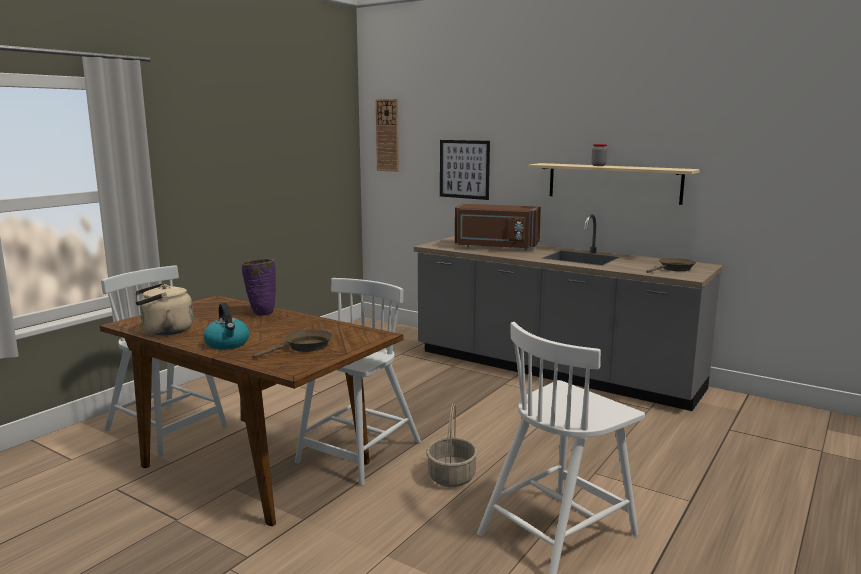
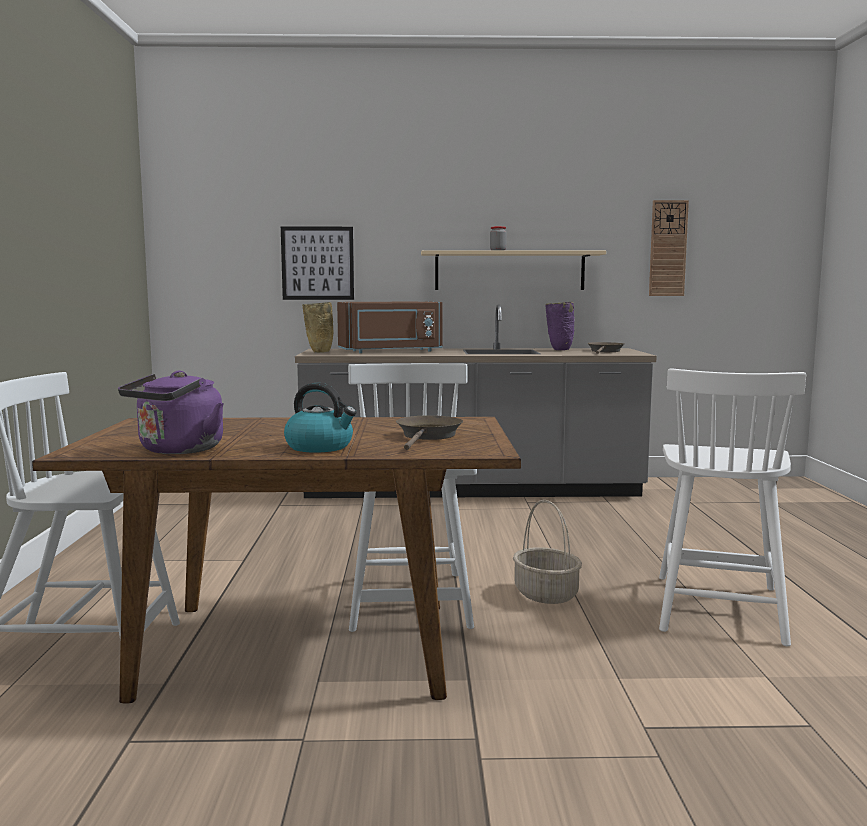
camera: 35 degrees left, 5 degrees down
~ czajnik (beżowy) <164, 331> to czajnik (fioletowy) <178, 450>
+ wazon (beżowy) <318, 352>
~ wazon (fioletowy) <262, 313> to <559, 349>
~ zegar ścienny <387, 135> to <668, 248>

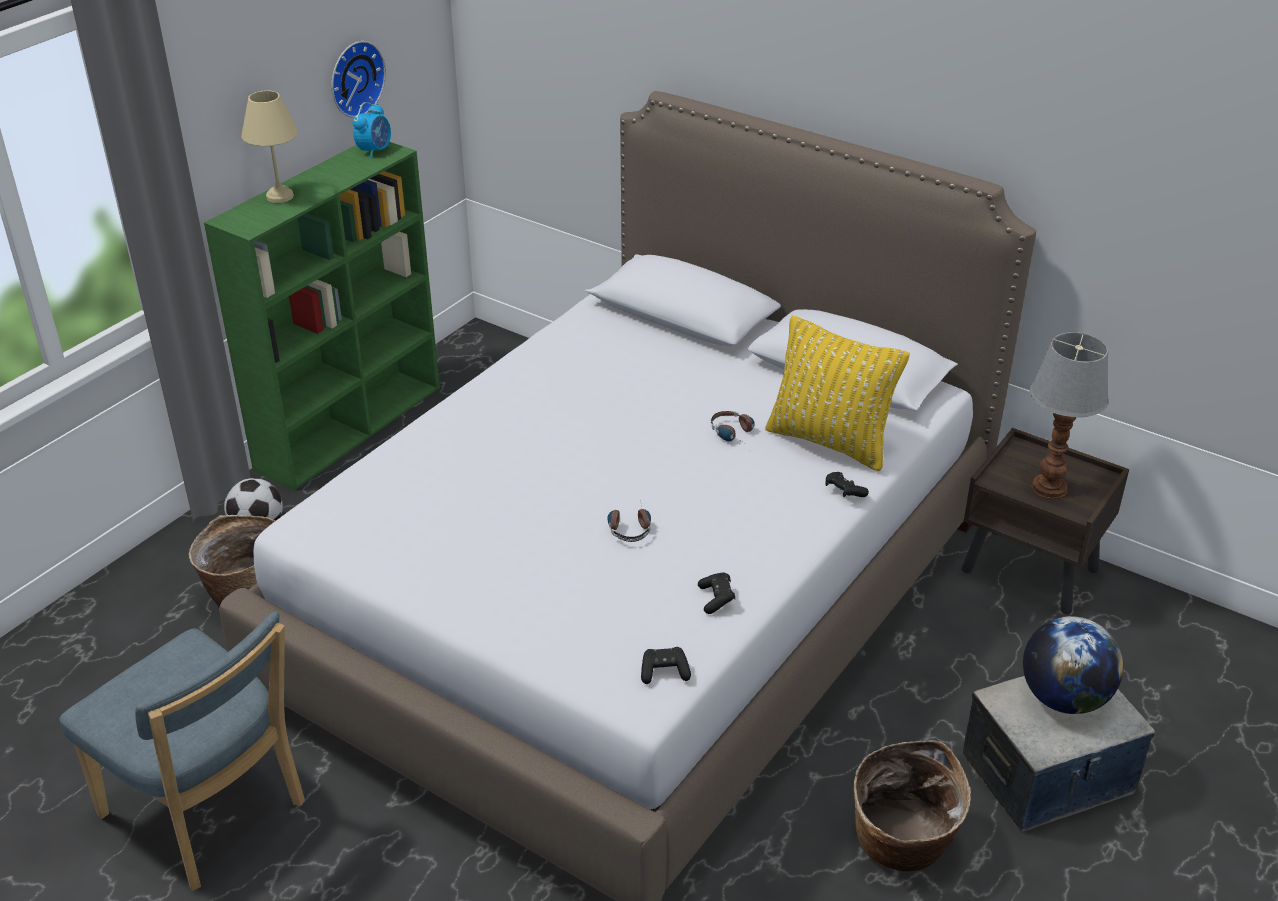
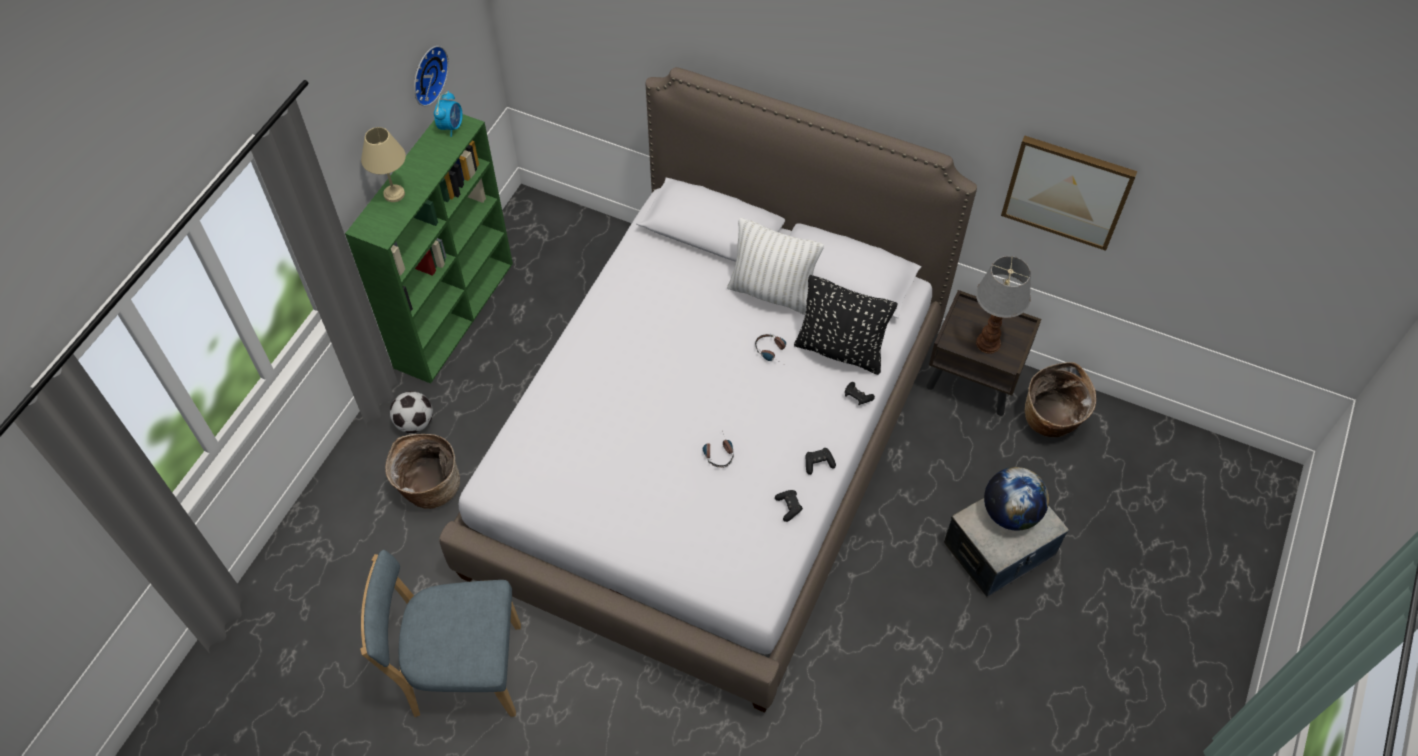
camera: 10 degrees left, 20 degrees up
~ krzesło (niebieski) <209, 814> = <461, 670> 150 degrees clockwise
+ poduszka (biały) <772, 293>
~ poduszka (żółty) <830, 442> to poduszka (czarny) <840, 350>
~ pad do gier (czarny) <664, 672> to <818, 463>
+ obraz <1067, 191>
~ koszyk <902, 846> to <1051, 421>

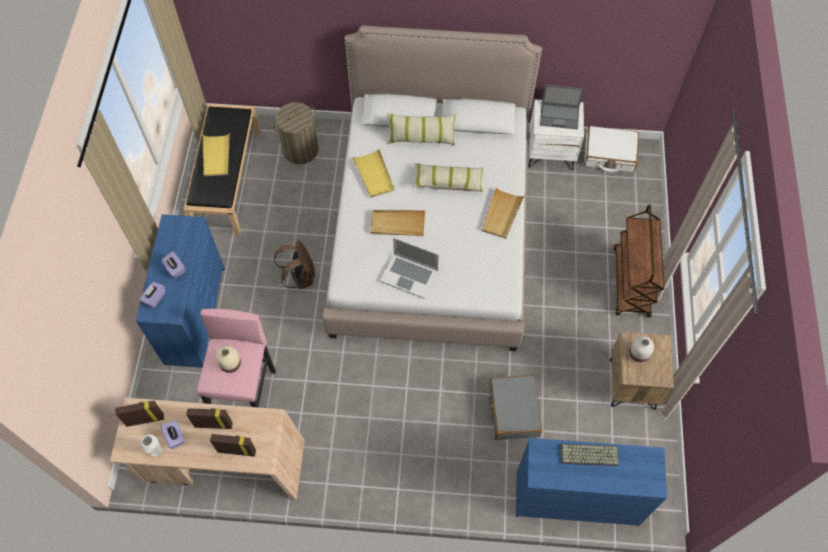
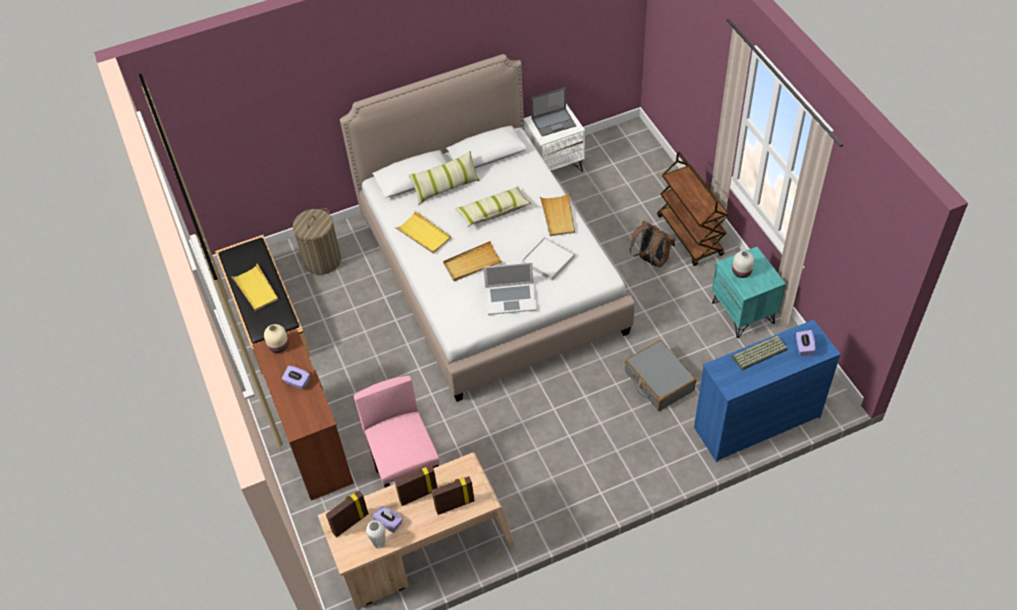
camera: 25 degrees left, 10 degrees down
~ komoda (niebieski) <196, 315> to komoda (brązowy) <314, 444>
~ wazon (beżowy) <230, 363> to <278, 346>
+ taca (biały) <548, 260>
~ plecak (brązowy) <300, 277> to <651, 260>
~ szafka nocna (brązowy) <632, 384> to szafka nocna (turkusowy) <743, 313>
~ pudełko chusteczek (fioletowy) <154, 298> to <803, 347>
- walizka (biały) <609, 155>

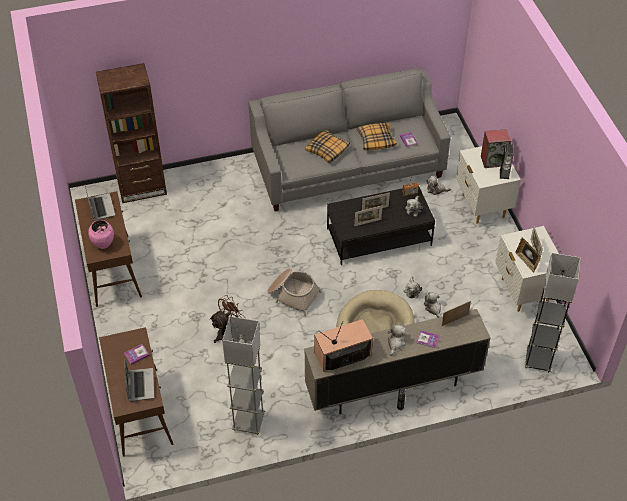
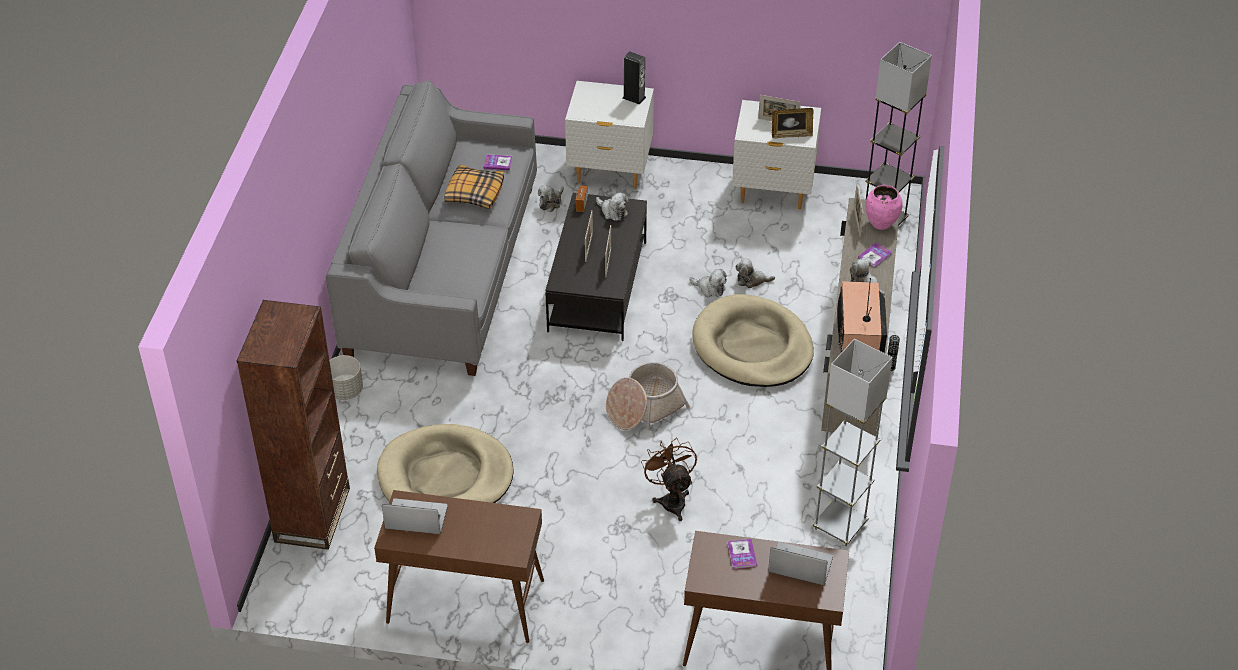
camera: 65 degrees left, 5 degrees down
+ donica (szary) <345, 390>
+ legowisko (beżowy) <445, 477>
~ wazon (różowy) <103, 244> to <880, 224>
- poduszka <327, 150>
- głośnik <493, 161>

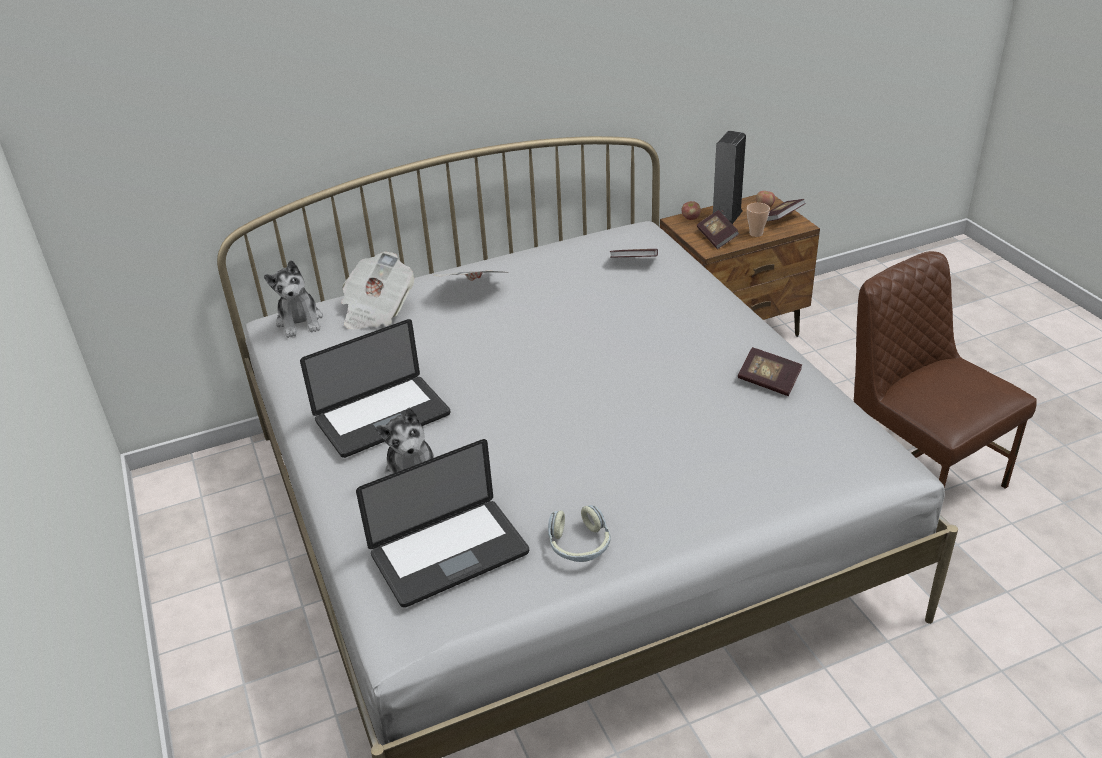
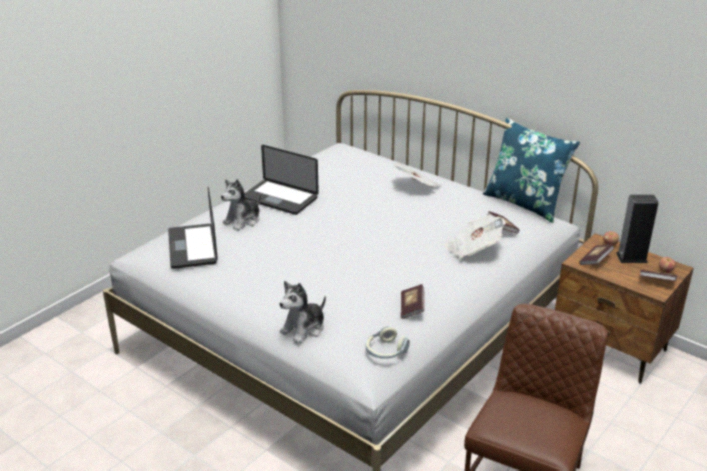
camera: 60 degrees right, 5 degrees down
~ laptop <449, 554> = <192, 247> 45 degrees clockwise
~ pluszak <300, 321> to <304, 329>
~ słuchawki <579, 545> to <385, 351>
~ gazeta <377, 310> to <473, 249>
+ poduszka (niebieski) <525, 203>
- filiżanka <756, 234>

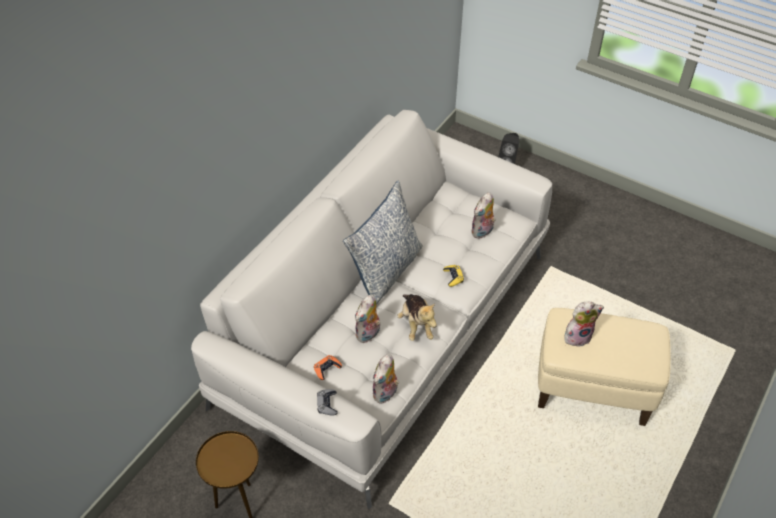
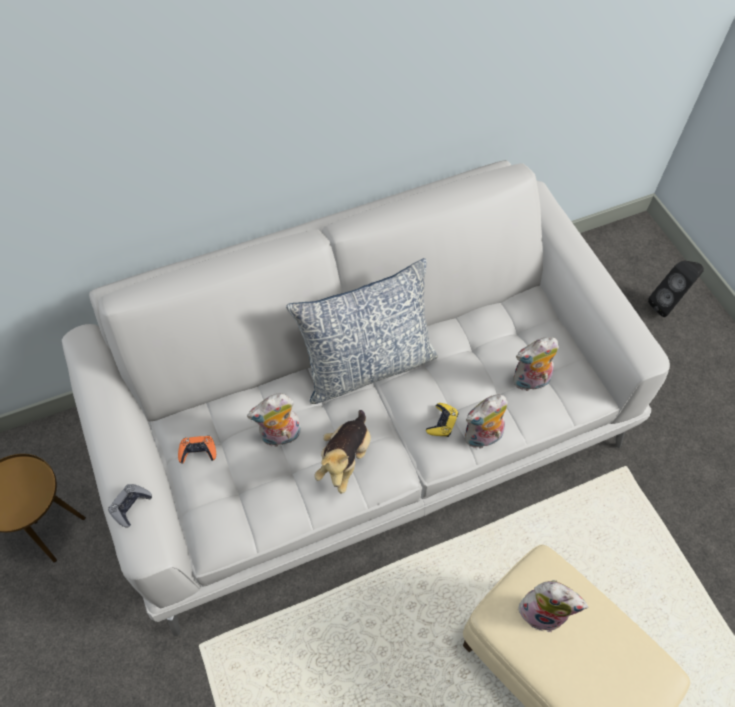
camera: 35 degrees right, 10 degrees up
~ pluszak <386, 394> to <483, 438>

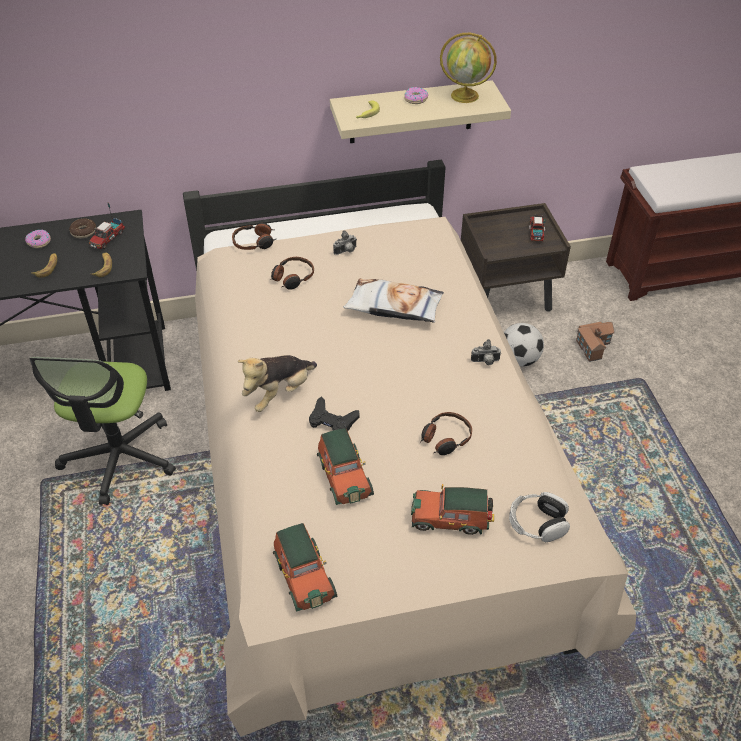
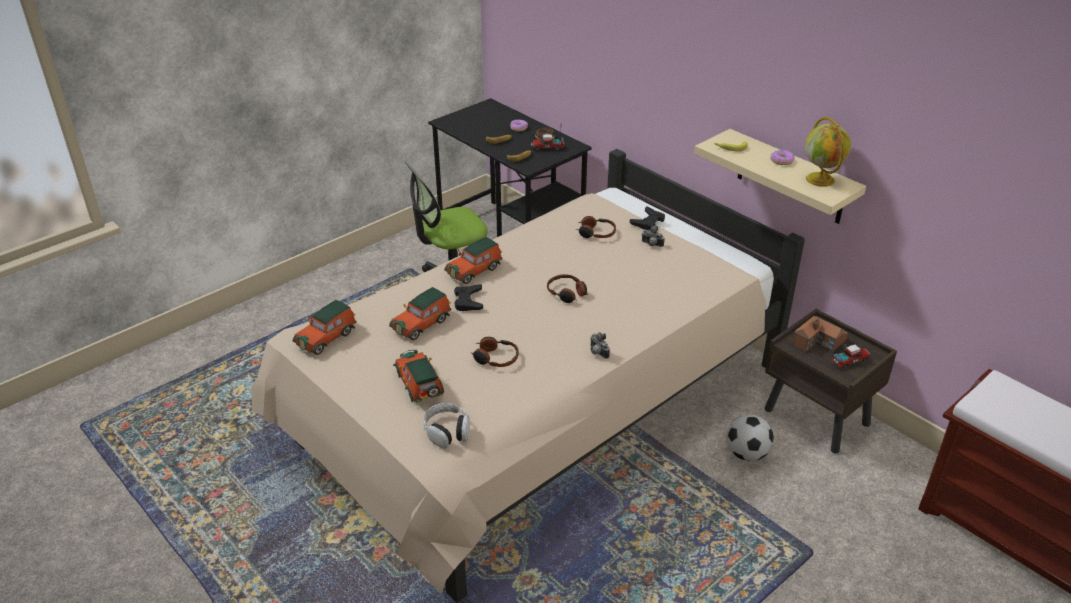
camera: 60 degrees right, 10 degrees down
~ pluszak <279, 393> to samochodzik <475, 270>
~ słuchawki <254, 242> to <567, 293>
+ pad do gier (czarny) <648, 222>
~ domek <593, 344> to <819, 342>
- poduszka <394, 307>

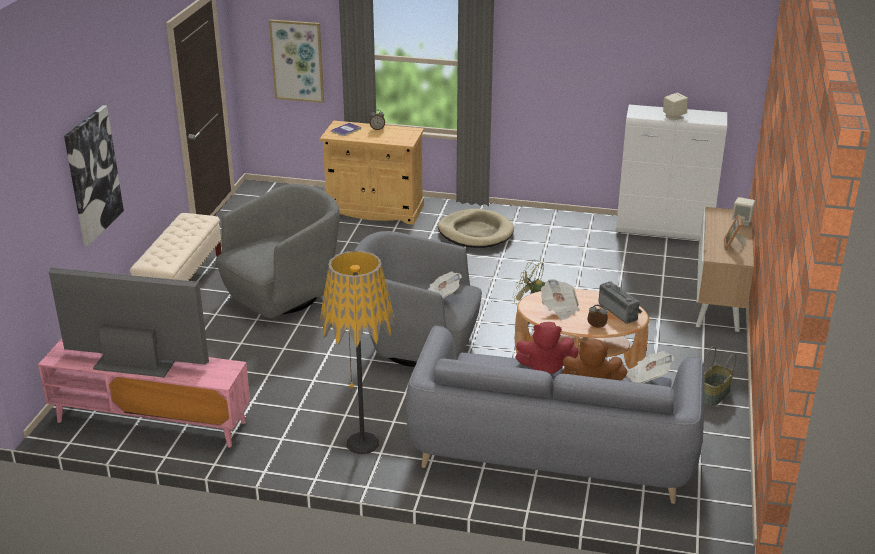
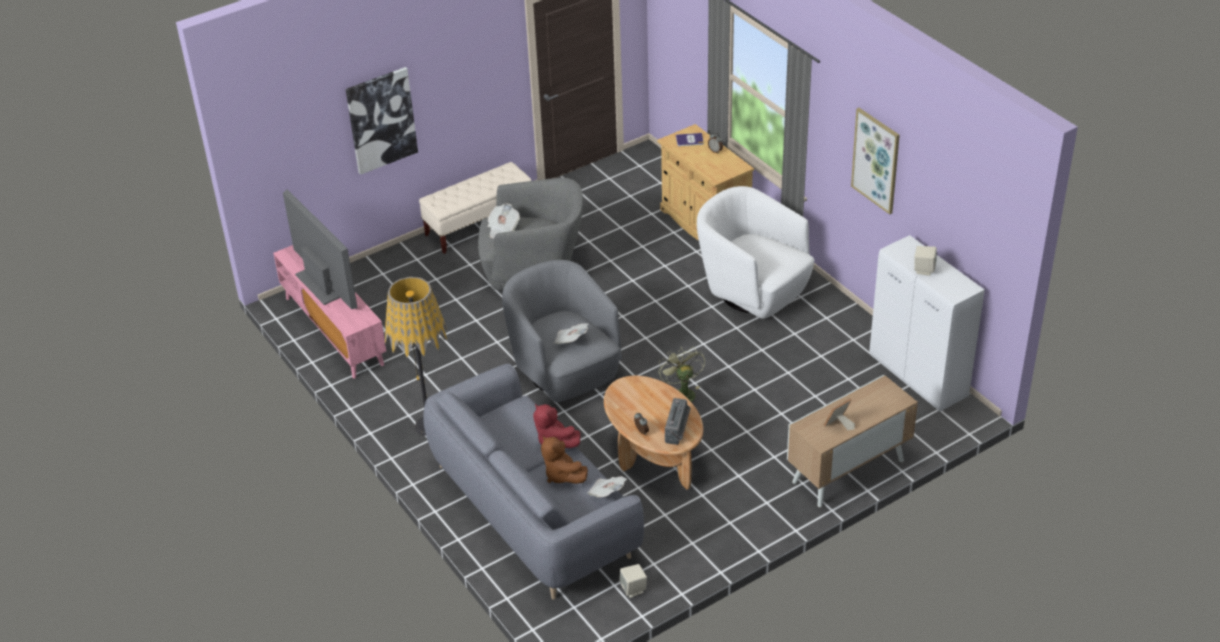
camera: 45 degrees right, 10 degrees up
~ gazeta <559, 309> to <502, 229>
~ głośnik (beżowy) <742, 221> to <633, 589>
~ legowisko (beżowy) <475, 232> to fotel (biały) <753, 290>
~ obraz <297, 61> to <876, 160>
- koszyk <714, 395>

